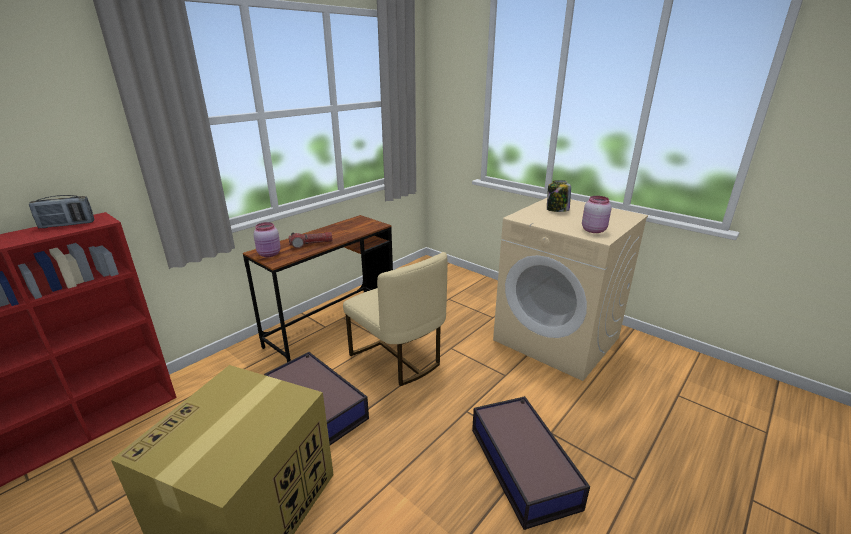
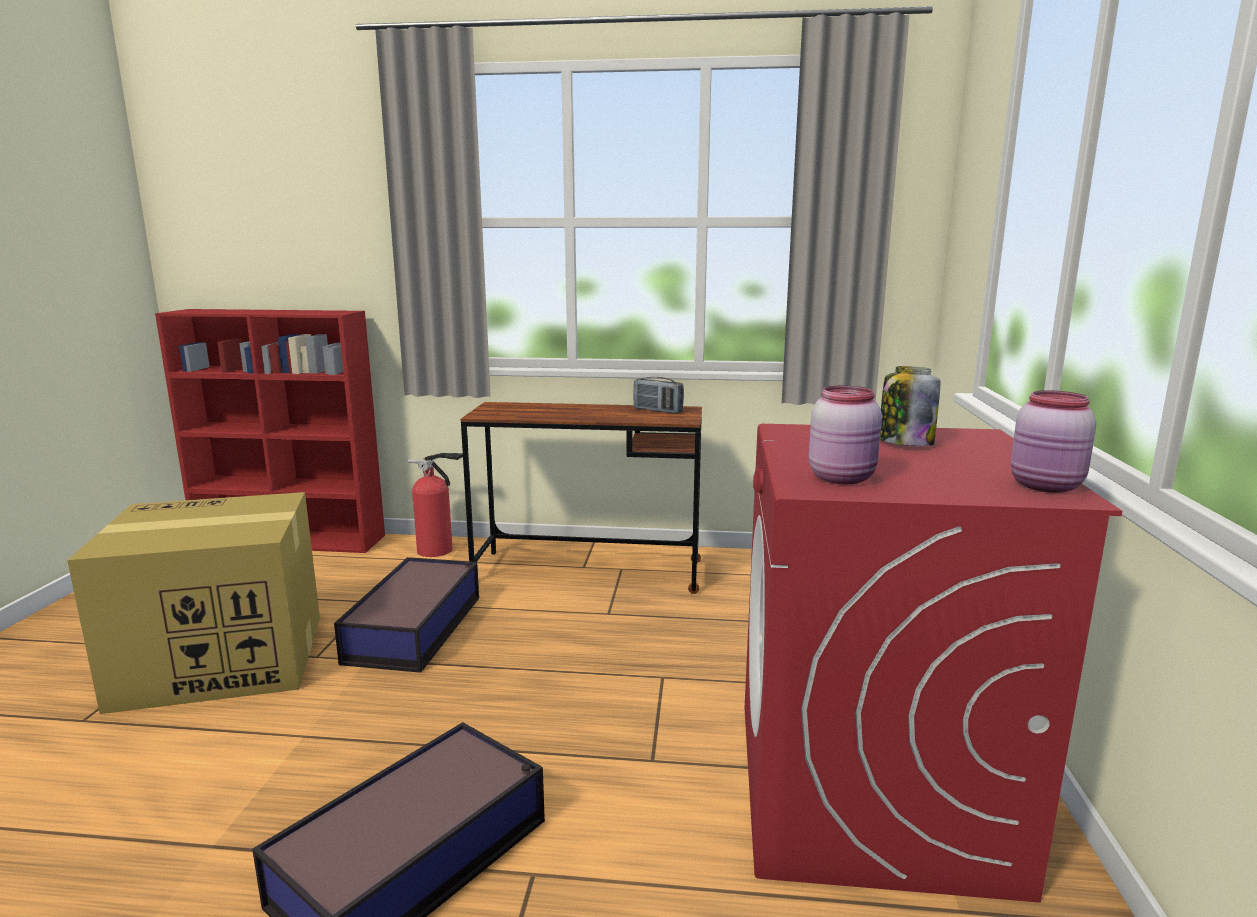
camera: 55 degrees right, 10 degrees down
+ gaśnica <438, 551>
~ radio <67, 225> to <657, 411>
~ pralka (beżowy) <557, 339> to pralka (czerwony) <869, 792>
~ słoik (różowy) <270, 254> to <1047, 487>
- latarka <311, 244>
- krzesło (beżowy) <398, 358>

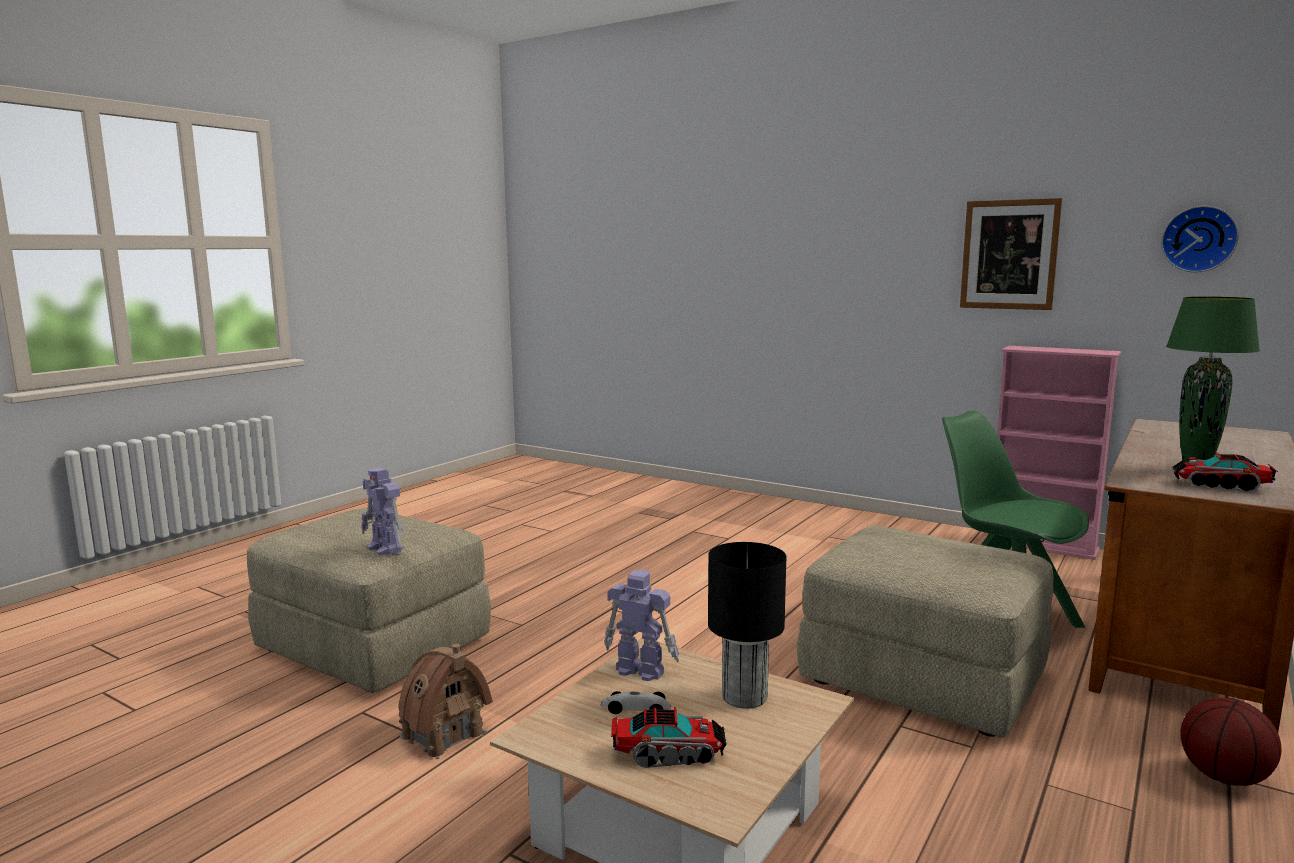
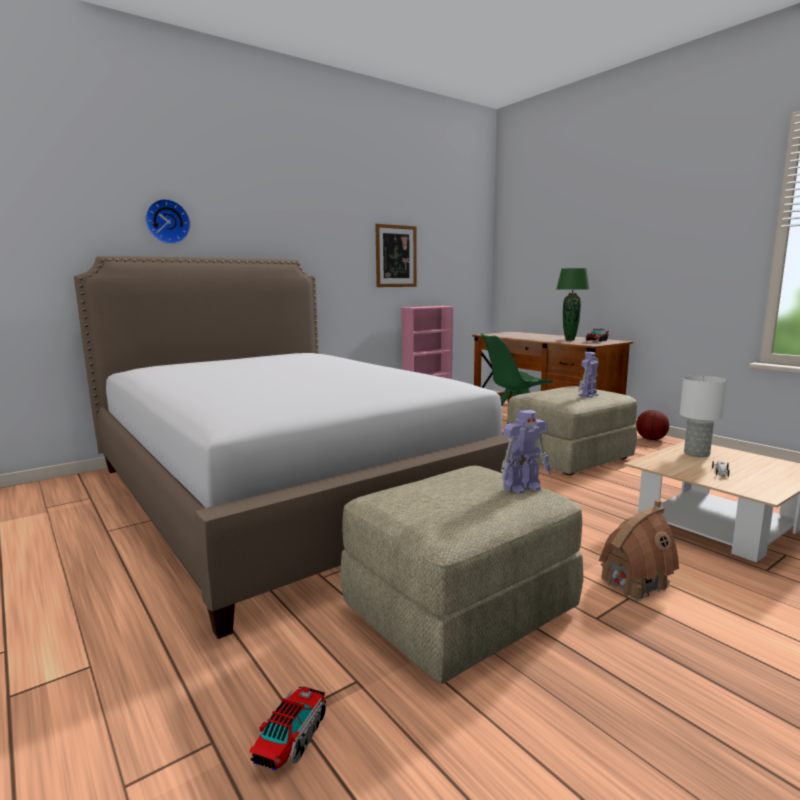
camera: 70 degrees left, 0 degrees up
+ łóżko <287, 492>
~ zegar ścienny <1199, 239> to <167, 222>
~ ciężarówka zabawkowa <669, 754> to <292, 738>
~ robot zabawkowy <639, 670> to <588, 395>
~ lampa stołowa (czarny) <745, 696> to lampa stołowa (biały) <696, 453>

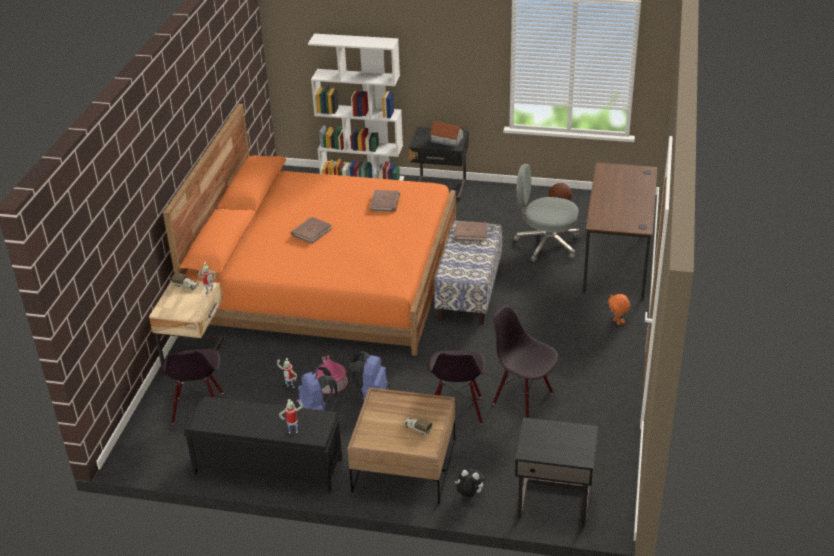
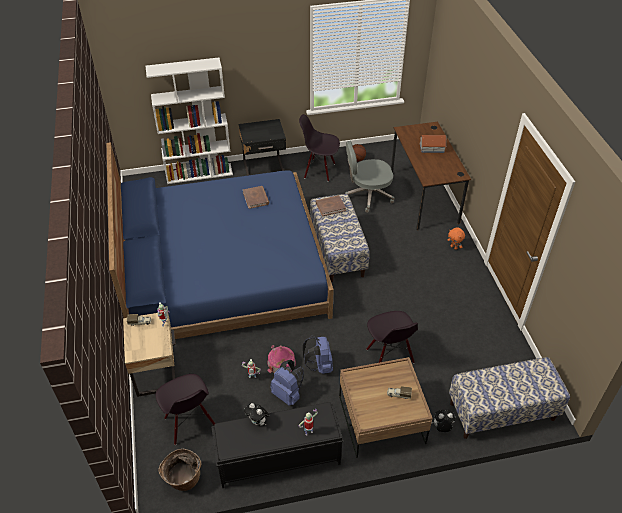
camera: 25 degrees left, 10 degrees up
~ łóżko (pomarańczowy) <327, 278> to łóżko (niebieski) <223, 269>
+ koszyk <183, 479>
+ pluszak <258, 422>
~ krzesło (czarny) <523, 397> to <319, 170>
~ domek <446, 140> to <431, 147>
~ szafka nocna (czarny) <553, 501> to ławka <501, 412>
- książka (brązowy) <311, 232>

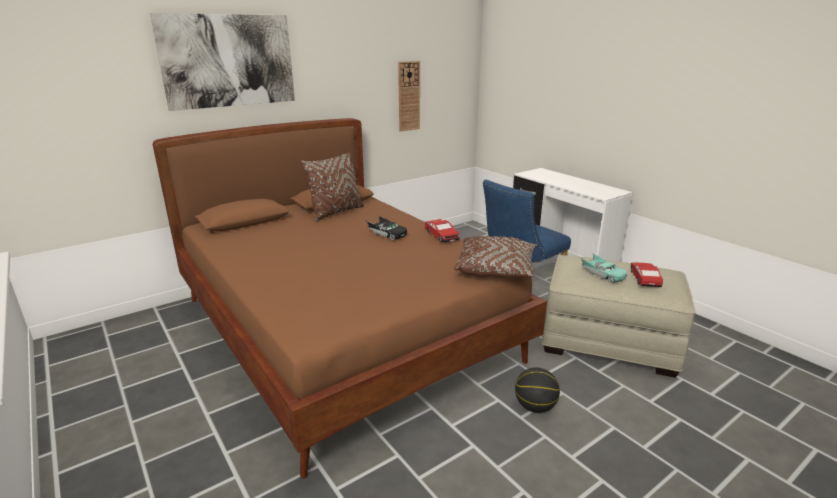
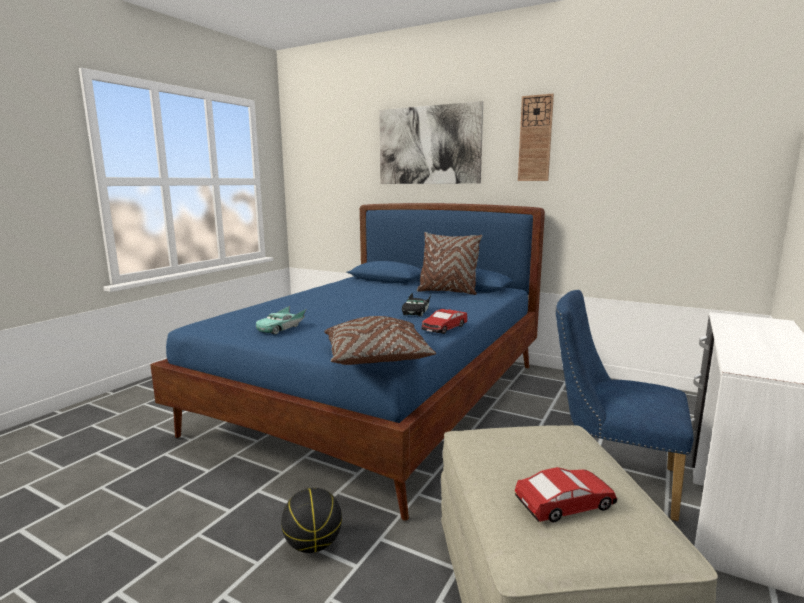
camera: 65 degrees right, 10 degrees down
~ łóżko (brązowy) <343, 330> to łóżko (niebieski) <380, 398>
~ samochodzik (turkusowy) <603, 275> to <281, 328>
~ zegar ścienny <408, 96> to <535, 138>

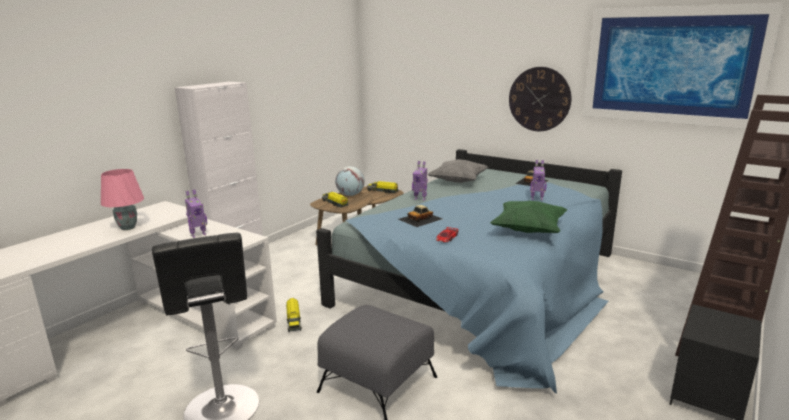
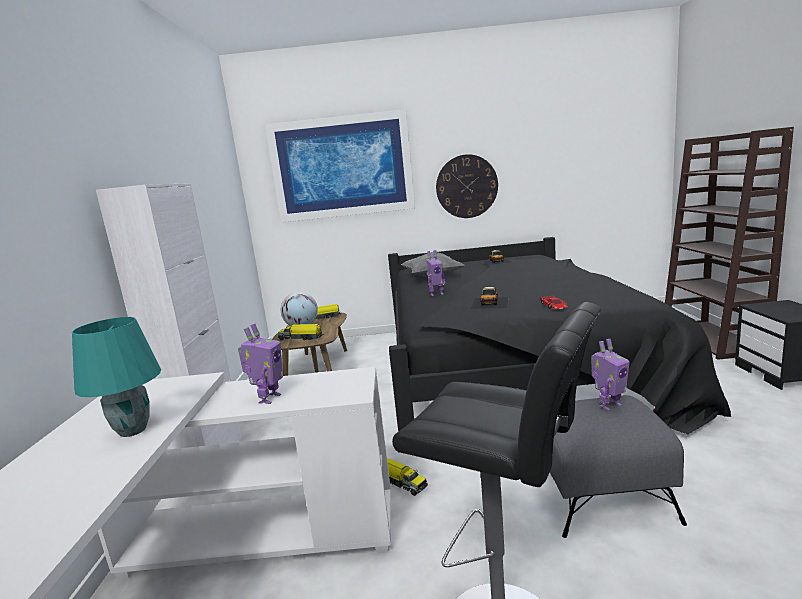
camera: 35 degrees left, 5 degrees down
~ lampa stołowa (różowy) <128, 227> to lampa stołowa (turkusowy) <133, 430>
~ obraz <672, 65> to <342, 167>
~ łóżko (niebieski) <484, 283> to łóżko (czarny) <510, 367>
~ robot zabawkowy <537, 198> to <609, 405>
- poduszka (zielony) <528, 230>

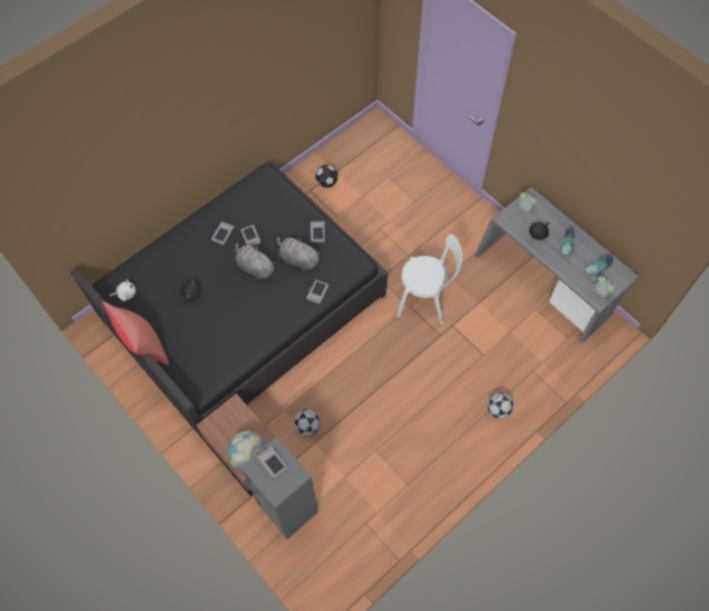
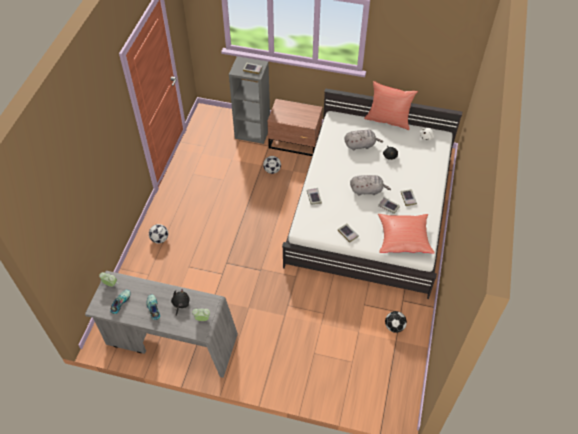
camera: 145 degrees right, 10 degrees down
~ łóżko (czarny) <241, 305> to łóżko (biały) <371, 209>
~ pluszak (szary) <298, 259> to <361, 145>
+ poduszka (czerwony) <403, 239>
- globus <249, 456>
- krzesło (biały) <426, 299>

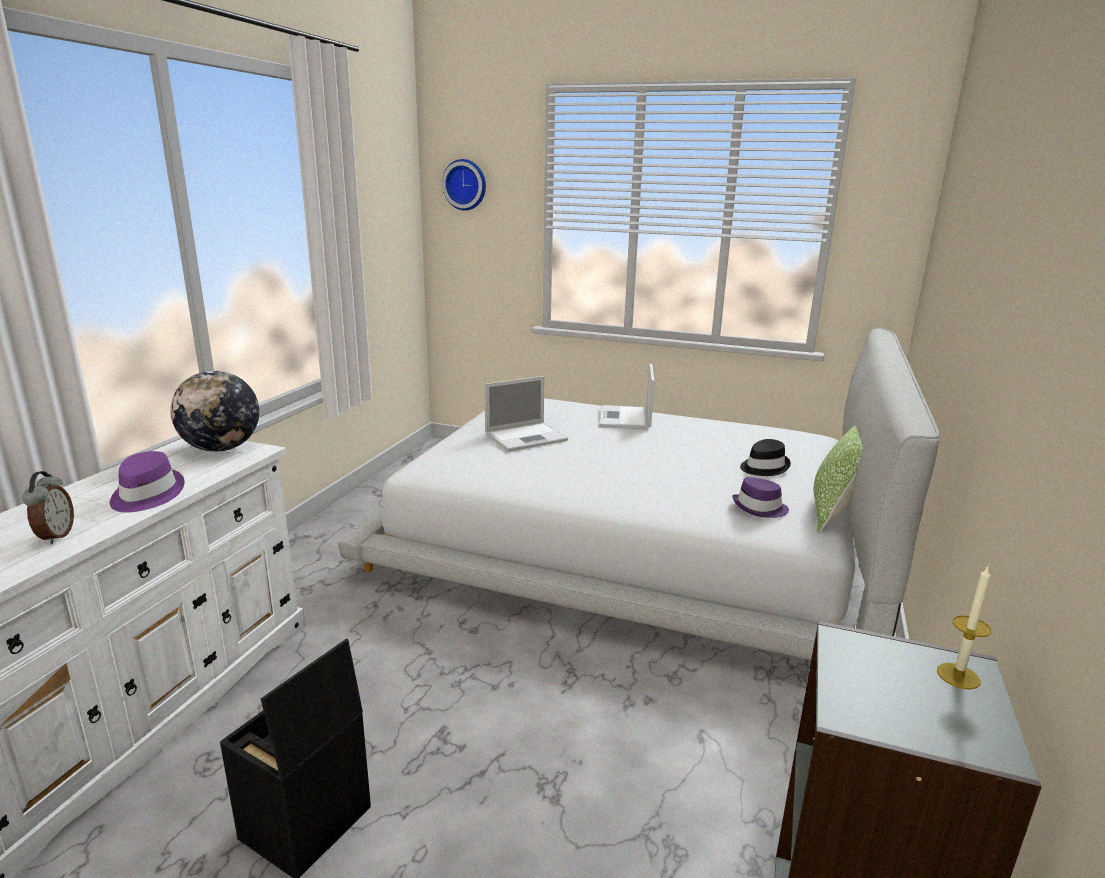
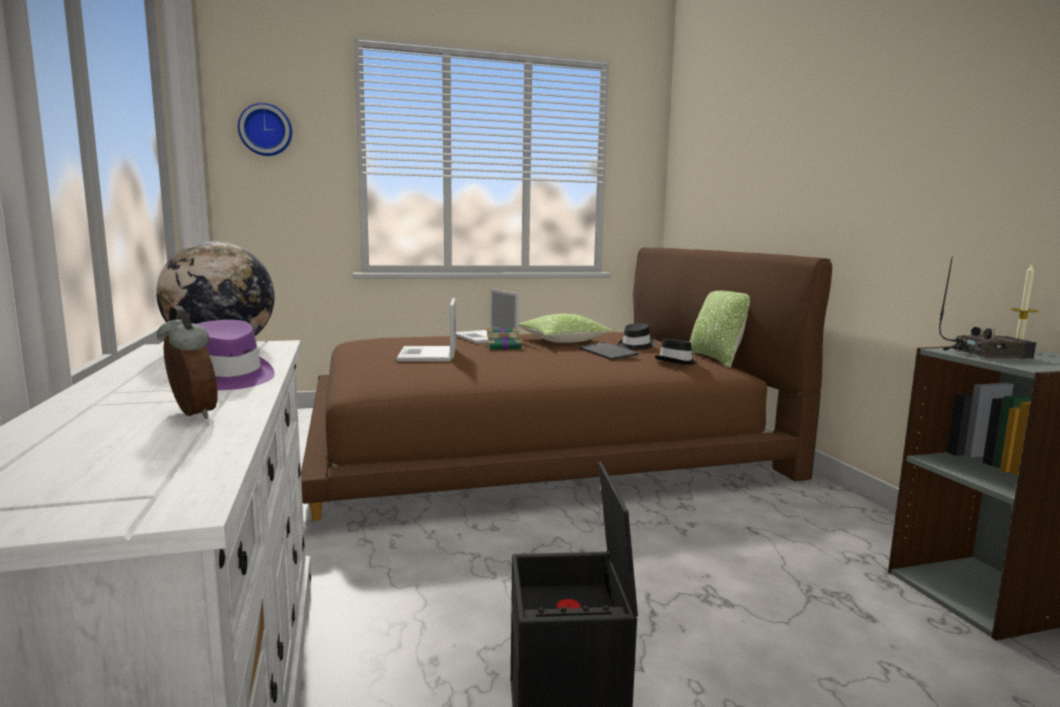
camera: 35 degrees left, 10 degrees down
~ łóżko (biały) <635, 540> to łóżko (brązowy) <533, 439>
~ laptop <527, 437> = <428, 355> 150 degrees clockwise
+ książka <504, 347>
+ poduszka <563, 340>
+ klawiatura <609, 353>
~ kapelusz (fioletowy) <760, 508> to kapelusz (czarny) <677, 362>
+ radio <986, 354>

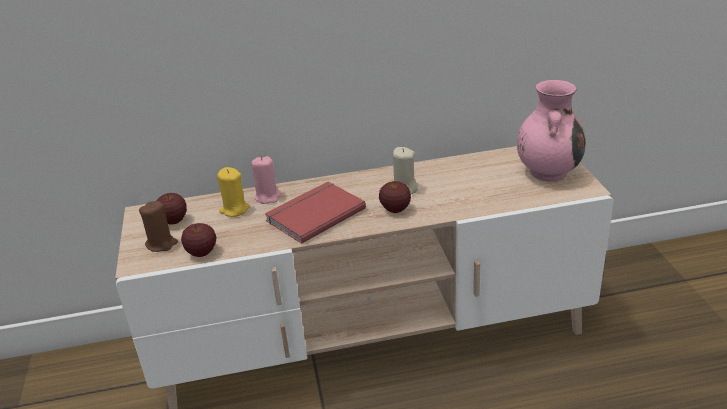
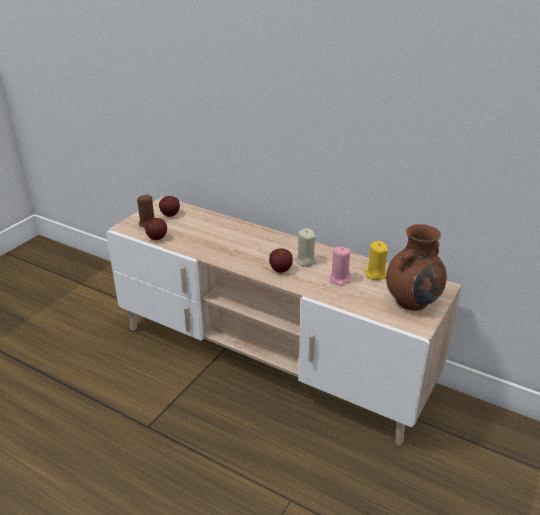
camera: 40 degrees right, 0 degrees up
~ świeca (różowy) <267, 196> to <340, 279>
~ świeca (żółty) <234, 210> to <375, 274>
~ wazon (różowy) <548, 171> to wazon (brązowy) <412, 300>
- książka (czerwony) <313, 214>

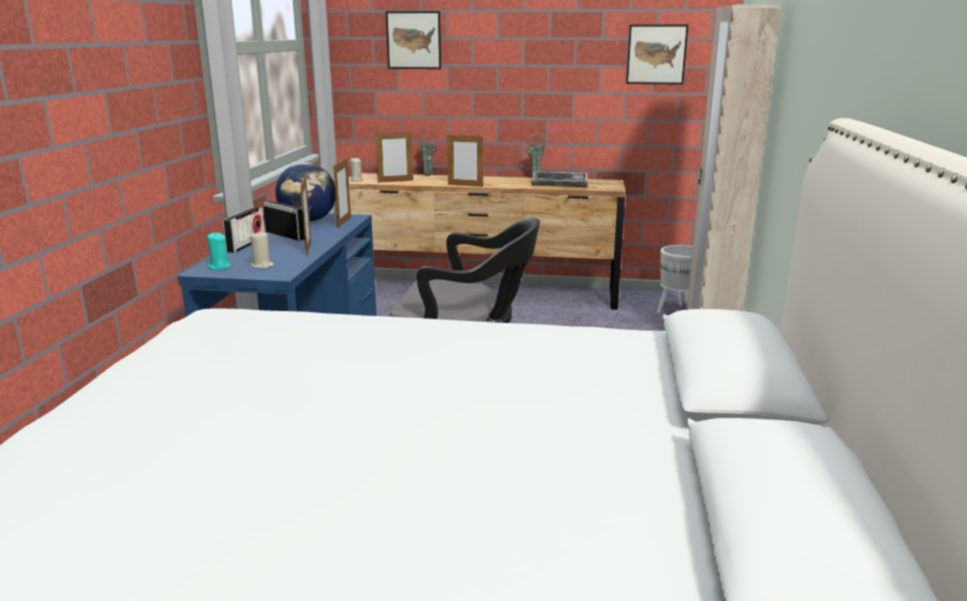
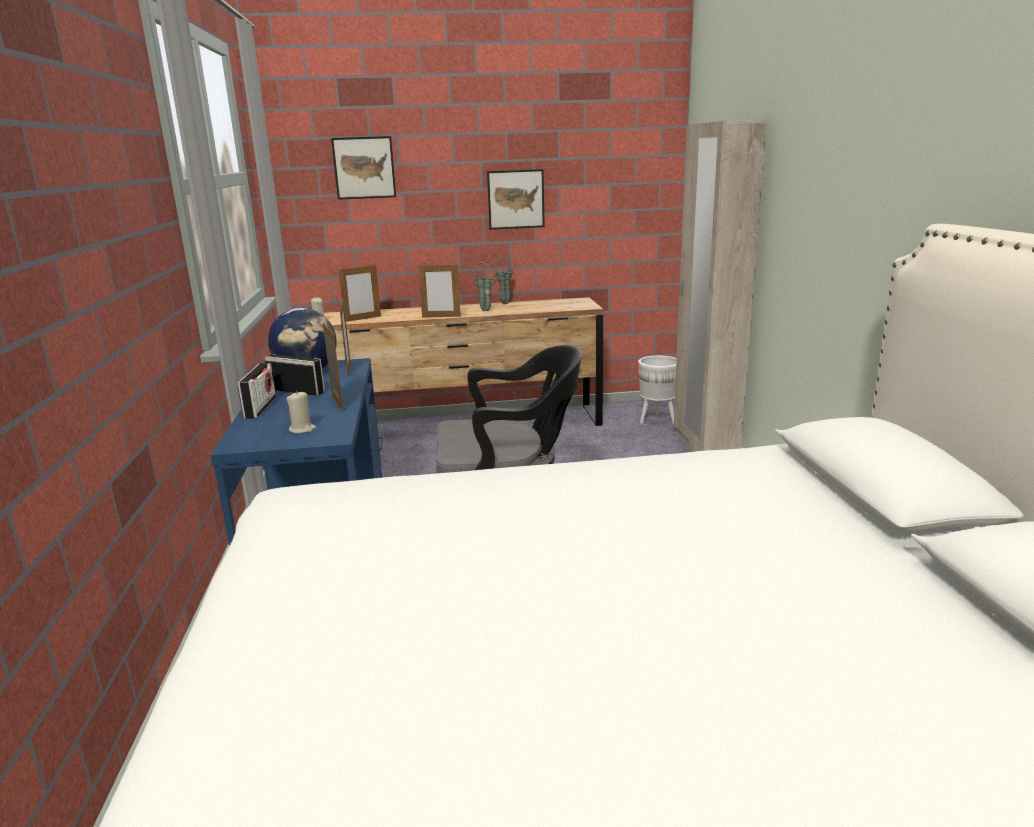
camera: 15 degrees left, 0 degrees up
~ wazon (zielony) <429, 176> to <487, 311>
~ obraz <656, 54> to <516, 199>
- świeca (turkusowy) <219, 267>
- klawiatura <560, 184>

